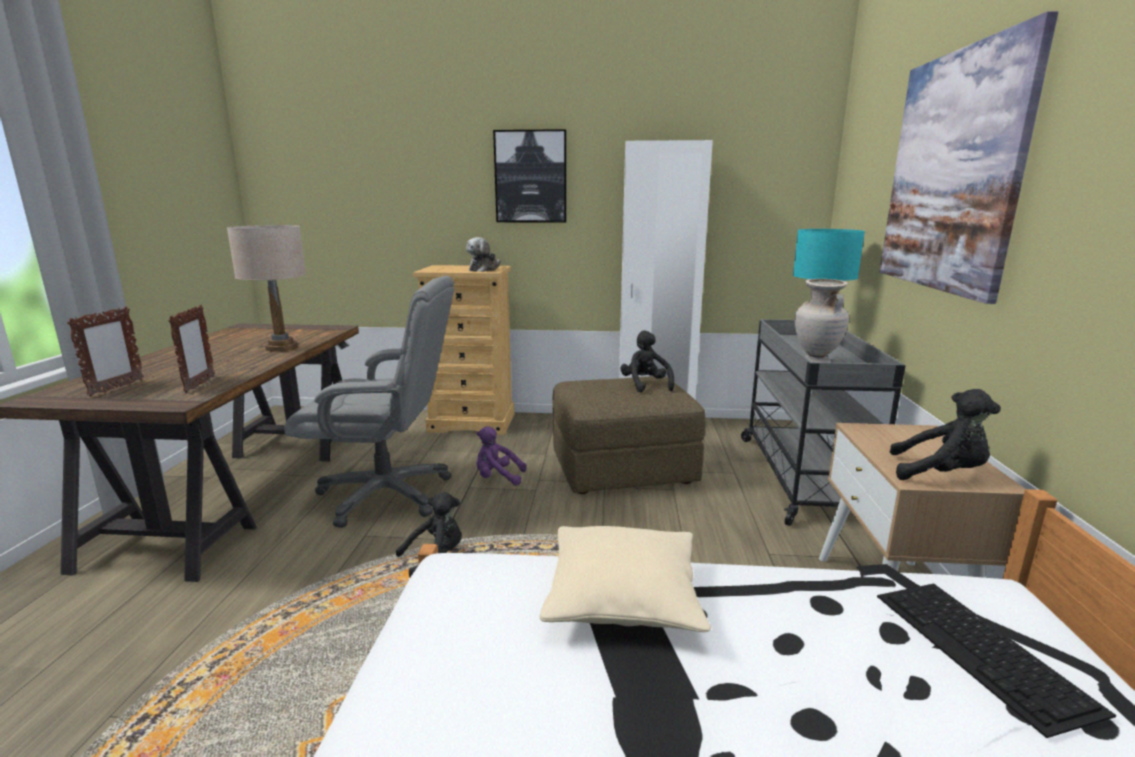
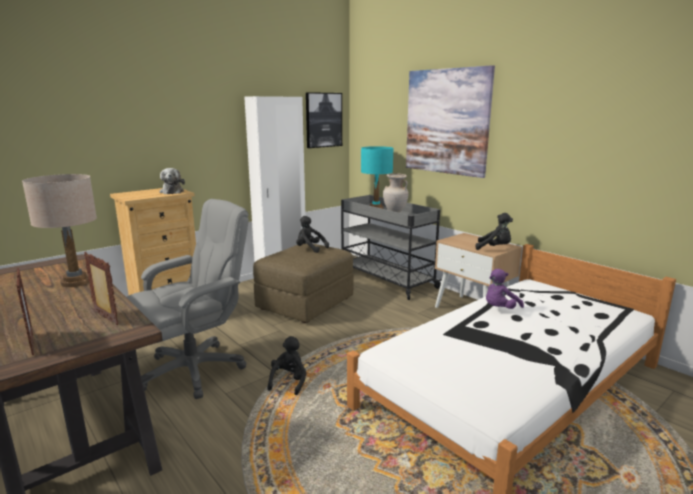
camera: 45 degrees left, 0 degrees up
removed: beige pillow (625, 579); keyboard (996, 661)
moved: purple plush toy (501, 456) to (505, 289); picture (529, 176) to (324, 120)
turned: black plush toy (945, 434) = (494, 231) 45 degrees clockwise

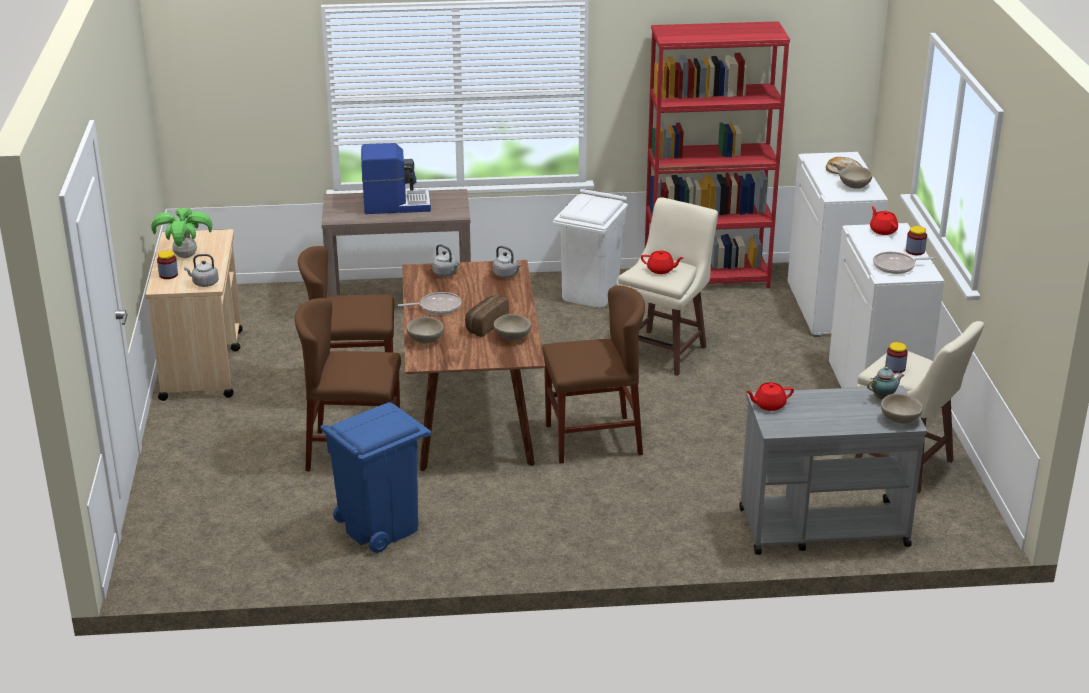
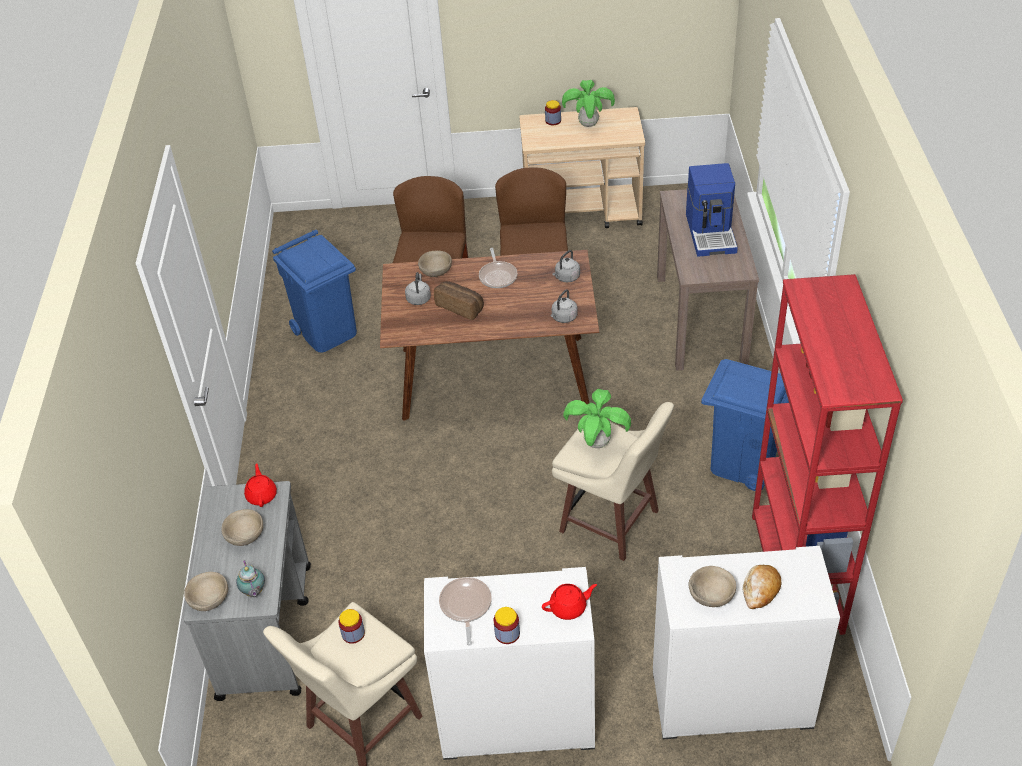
camera: 95 degrees right, 15 degrees up
removed: brown chair (593, 374)
moved: grey kettle (201, 270) to (418, 288); beige bowl (512, 327) to (242, 527)
replaced: red teapot (662, 262) to potted plant (597, 418)
recoloured: white trash can (590, 248) to blue trash can (745, 425)

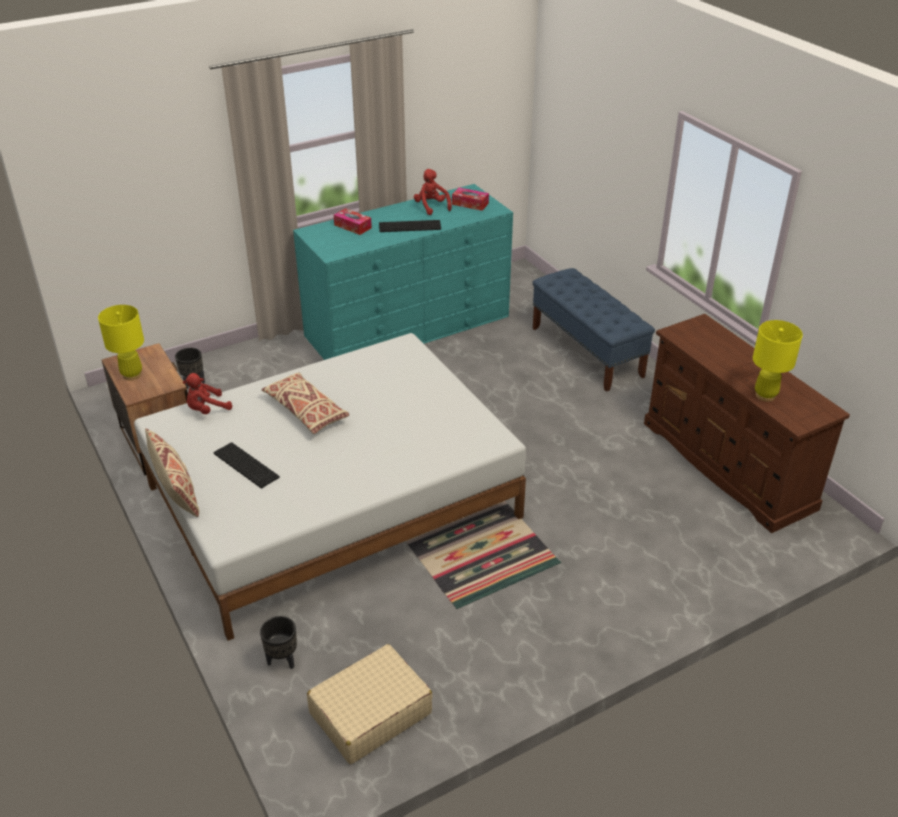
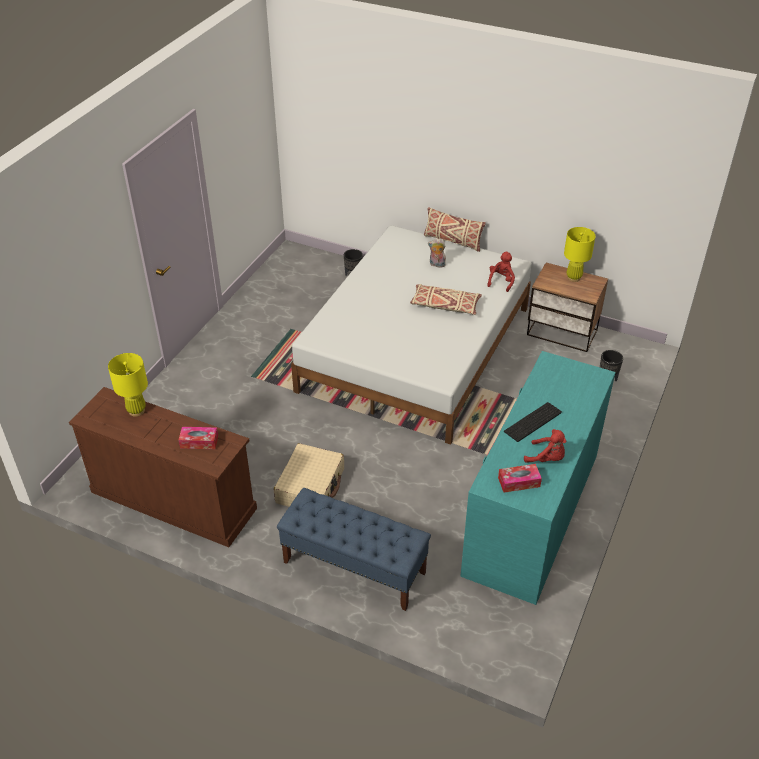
camera: 145 degrees right, 5 degrees up
moved: beige suitcase (369, 704) to (309, 475); tissue box (353, 221) to (198, 438)
replaced: keyboard (247, 465) to plush toy (437, 253)

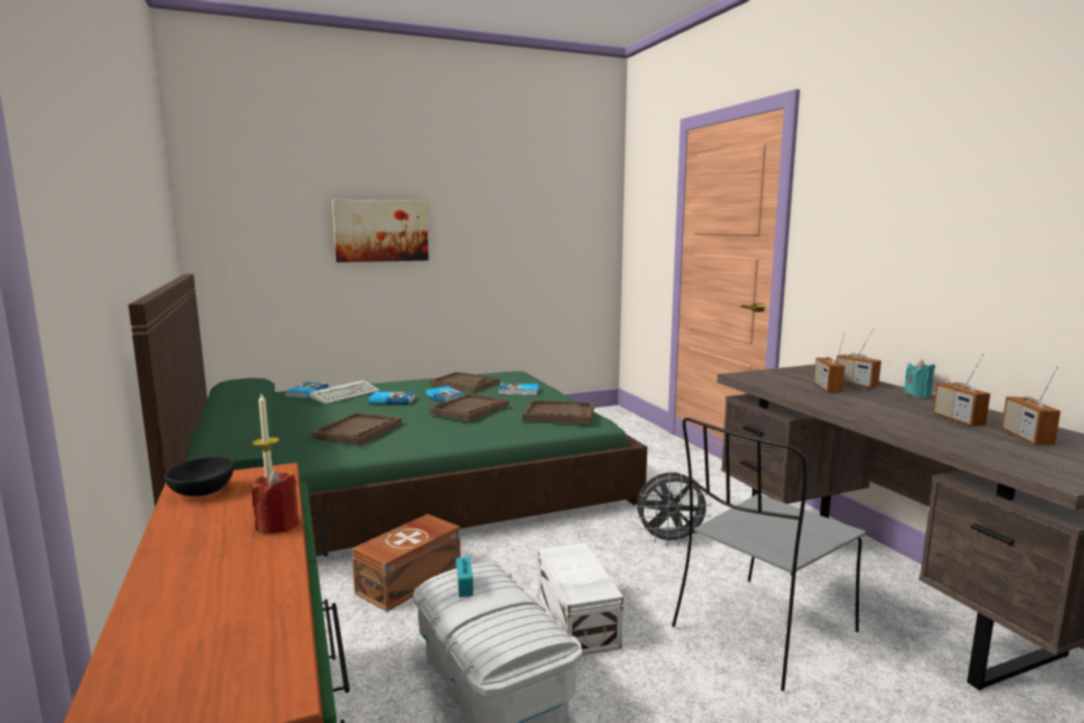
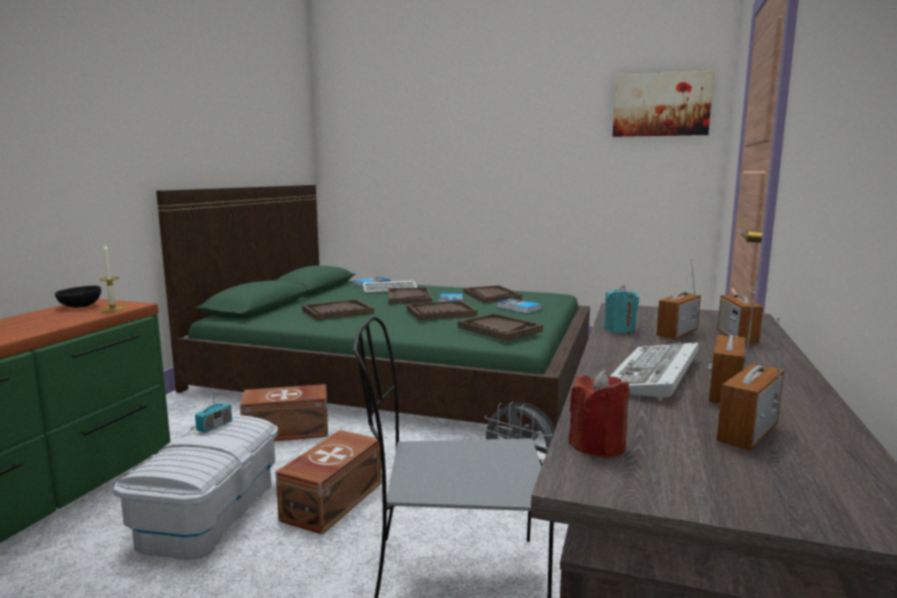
camera: 40 degrees right, 0 degrees up
added: keyboard (654, 371)
moved: red candle (275, 502) to (599, 414); picture (380, 231) to (663, 104); turquoise candle (919, 379) to (621, 309)
replaced: book (392, 398) to brown tray (410, 295)
recoloured: white storage box (580, 599) to brown storage box (328, 482)

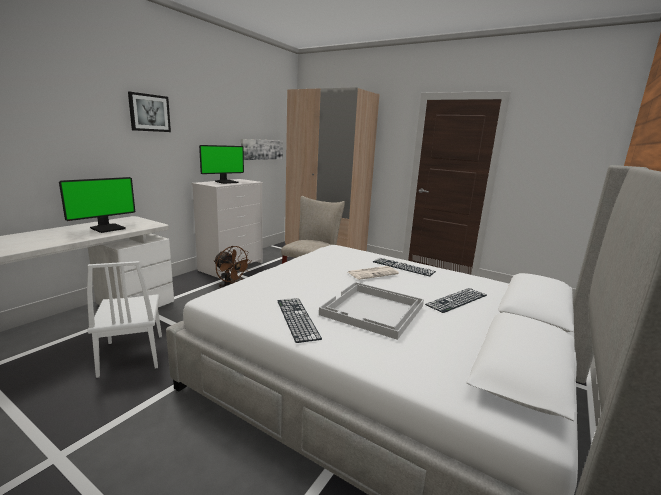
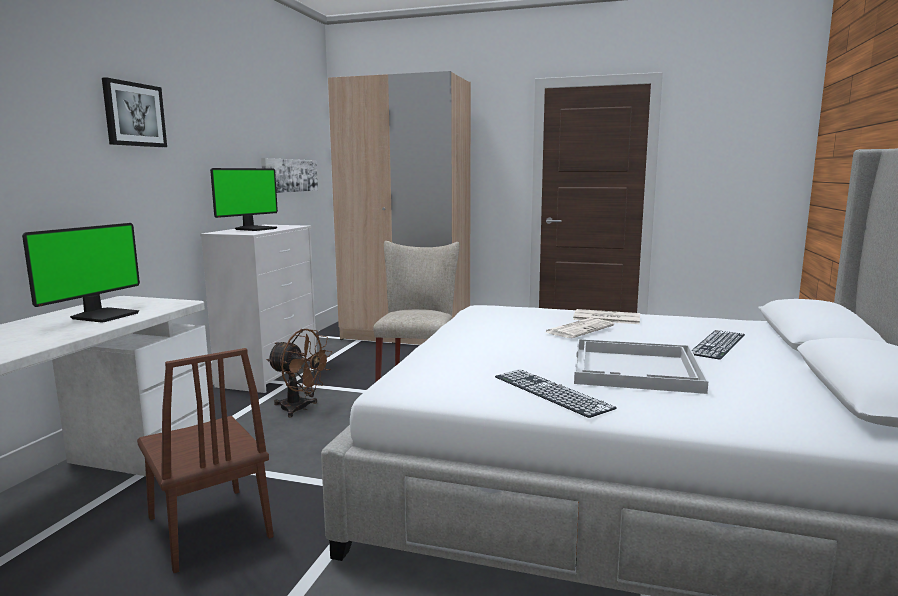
camera: 15 degrees left, 5 degrees down
replaced: keyboard (404, 267) to newspaper (606, 316)
recoloured: white chair (124, 319) to brown chair (205, 460)

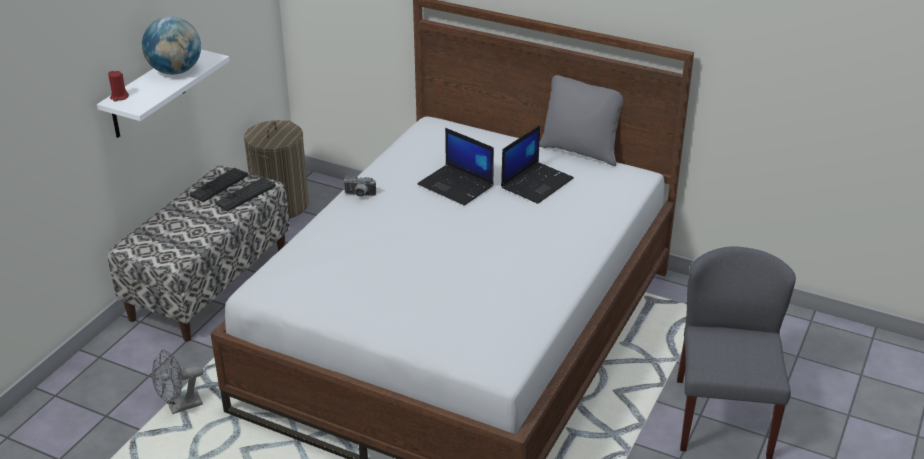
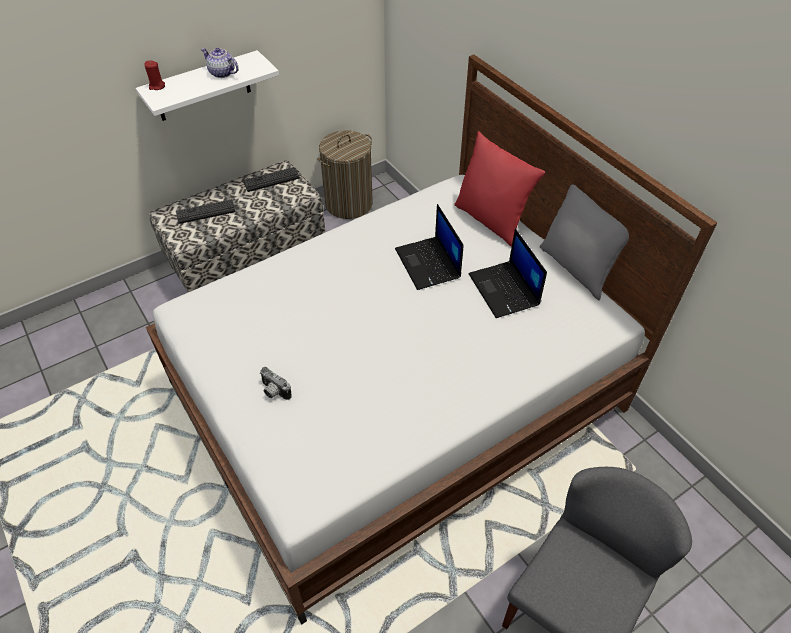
camera: 30 degrees right, 15 degrees up
removed: grey fan (177, 381)
added: red pillow (500, 189)
moved: keyboard (245, 194) to (206, 211); photo camera (359, 186) to (276, 383)
replaced: globe (171, 45) to teapot (220, 63)
turned: laptop (537, 164) = (508, 273) 90 degrees clockwise

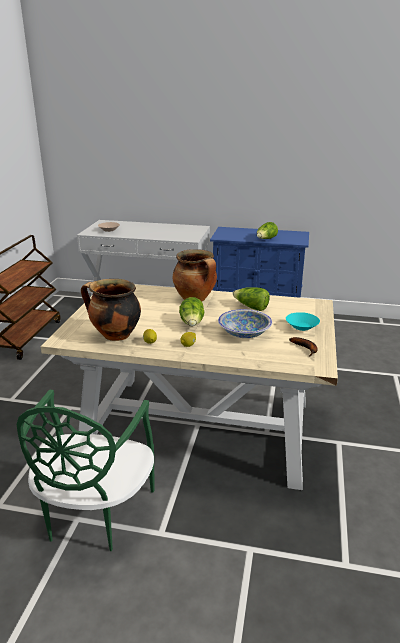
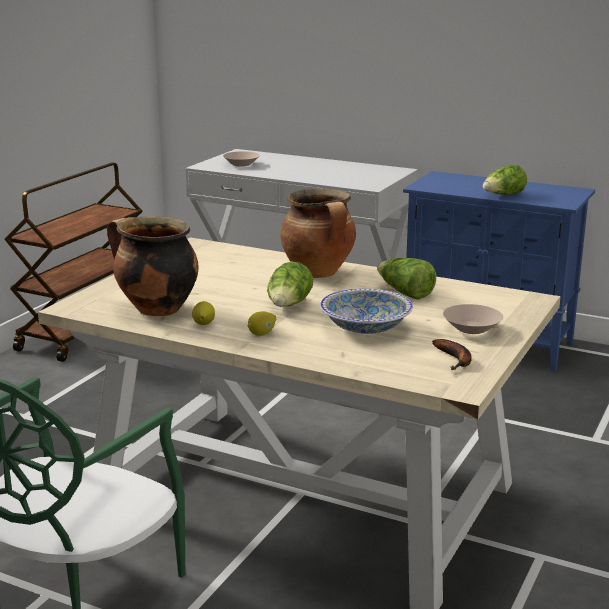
camera: 15 degrees right, 5 degrees down
recoloured: turquoise bowl (303, 321) to beige bowl (473, 319)

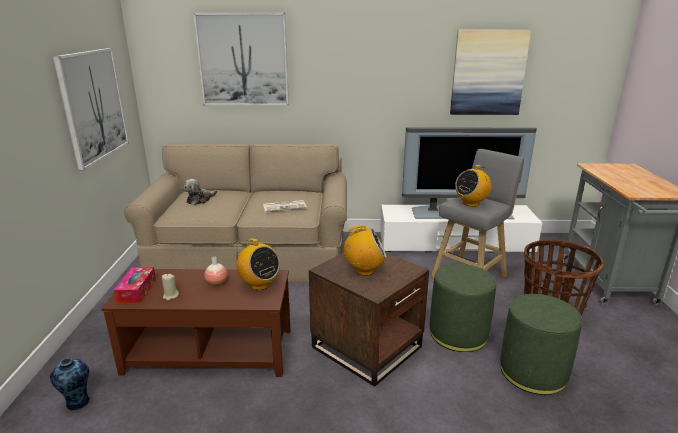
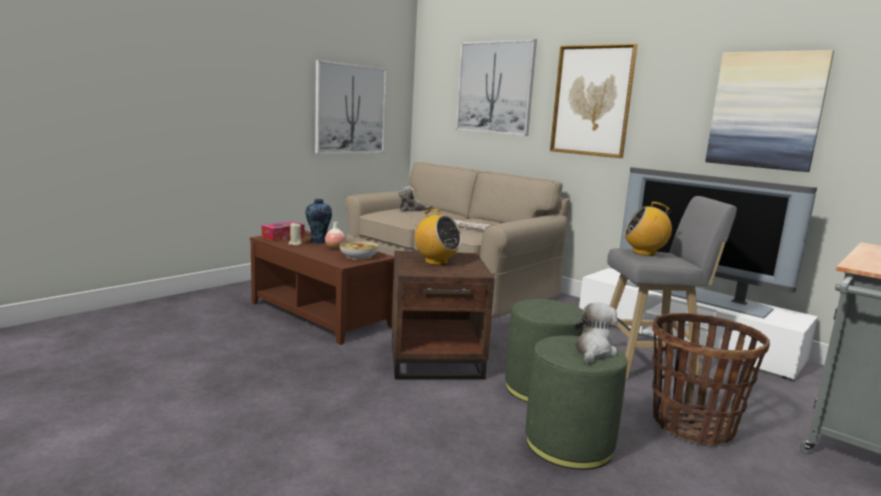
camera: 40 degrees right, 10 degrees down
added: picture (594, 100); plush toy (595, 332)
moved: vase (70, 384) to (318, 221)
replaced: radio (257, 264) to bowl (359, 250)

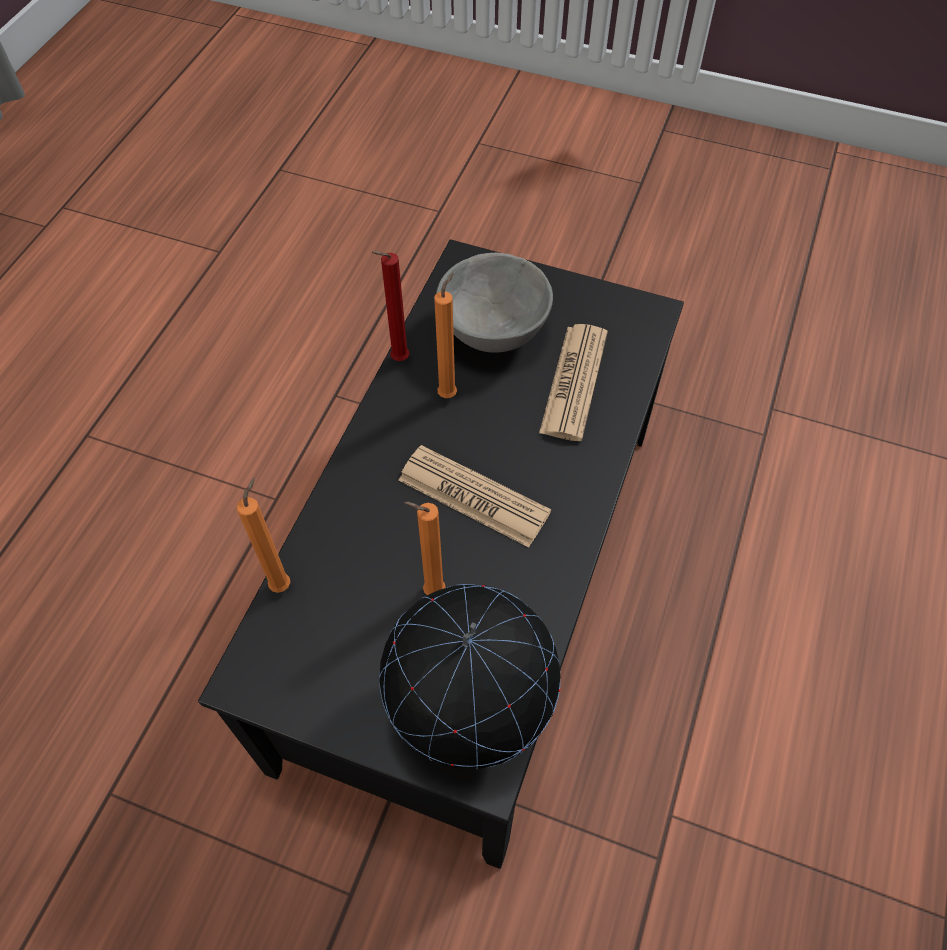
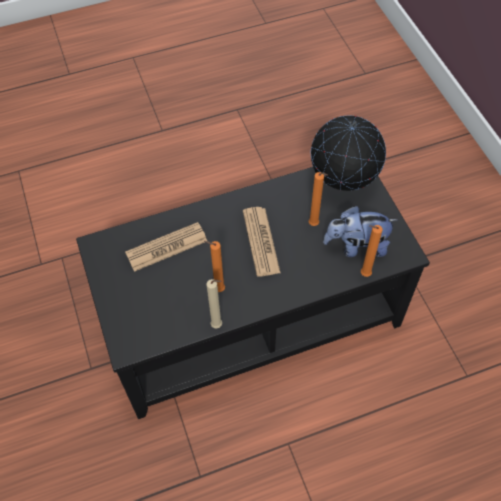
camera: 130 degrees left, 0 degrees up
removed: grey bowl (494, 302)
added: plush toy (360, 231)
recoloured: red candle (390, 306) to beige candle (214, 303)

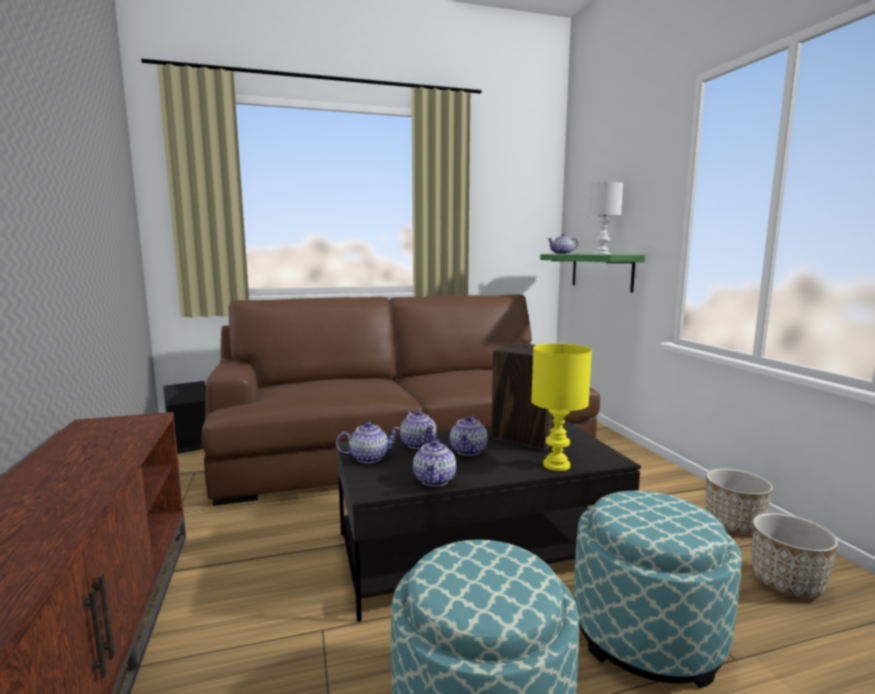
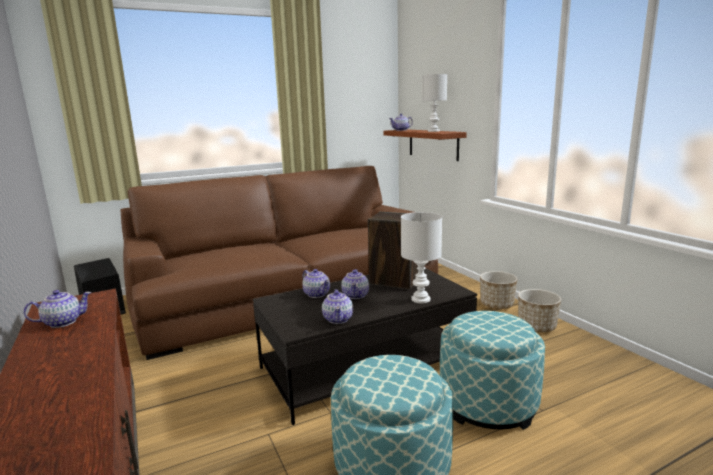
camera: 10 degrees left, 5 degrees up
moved: teapot (368, 442) to (58, 309); planter (794, 555) to (498, 290)
recoloured: yellow table lamp (561, 407) to white table lamp (421, 257); green shelf (592, 273) to brown shelf (425, 145)

